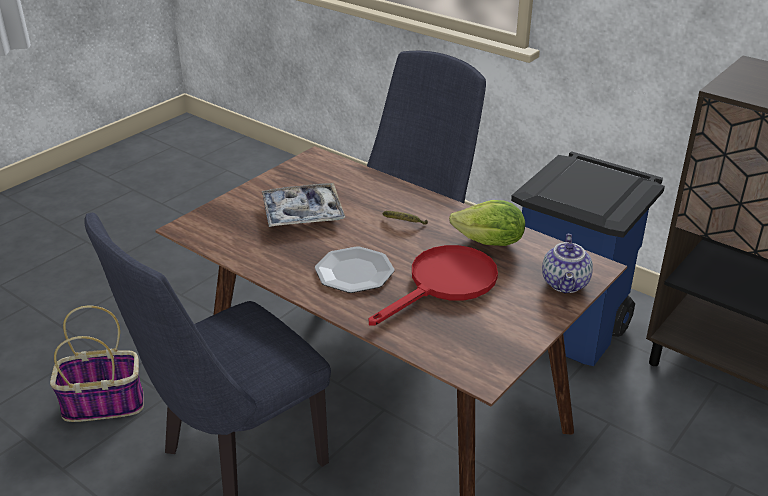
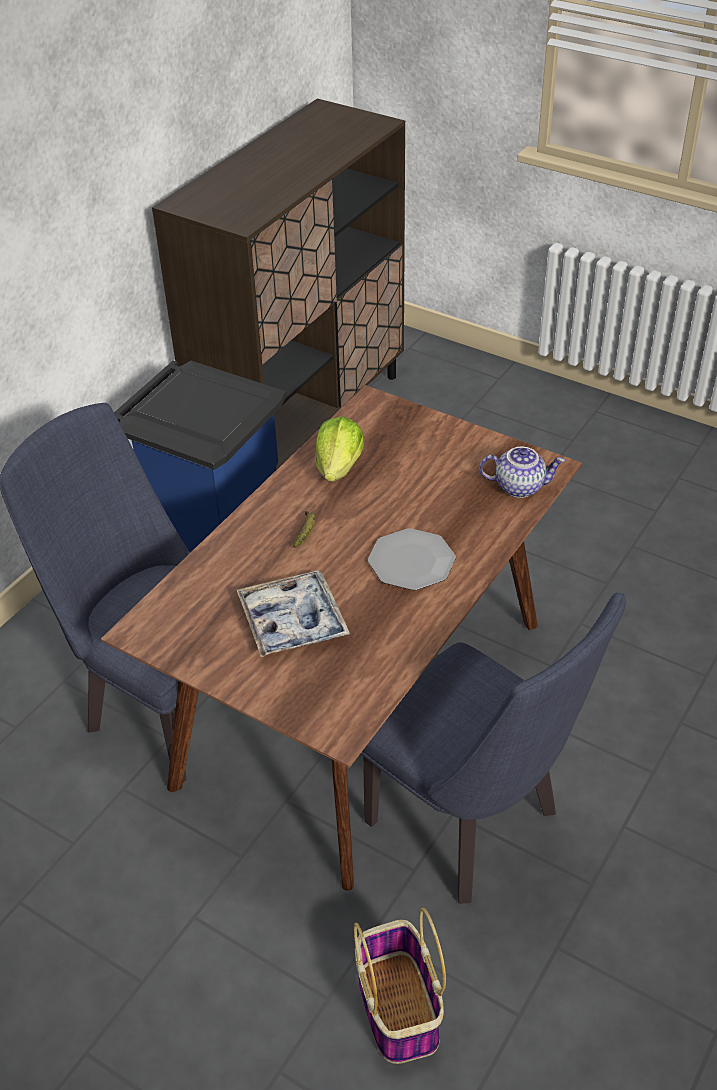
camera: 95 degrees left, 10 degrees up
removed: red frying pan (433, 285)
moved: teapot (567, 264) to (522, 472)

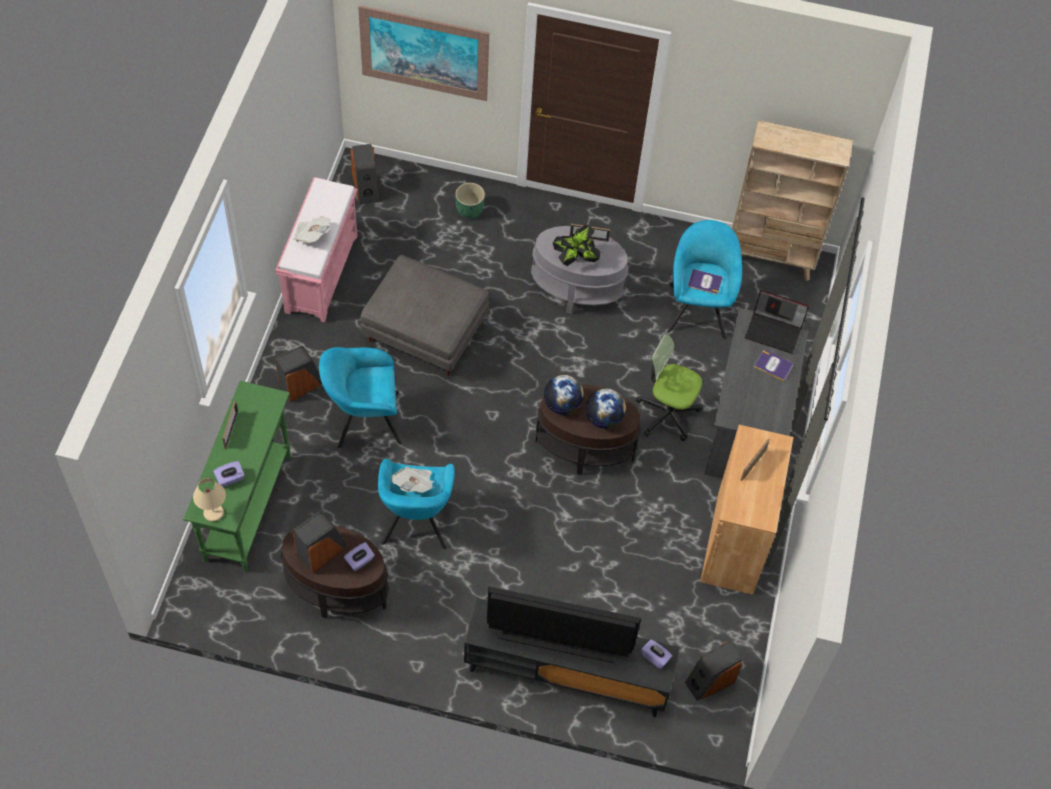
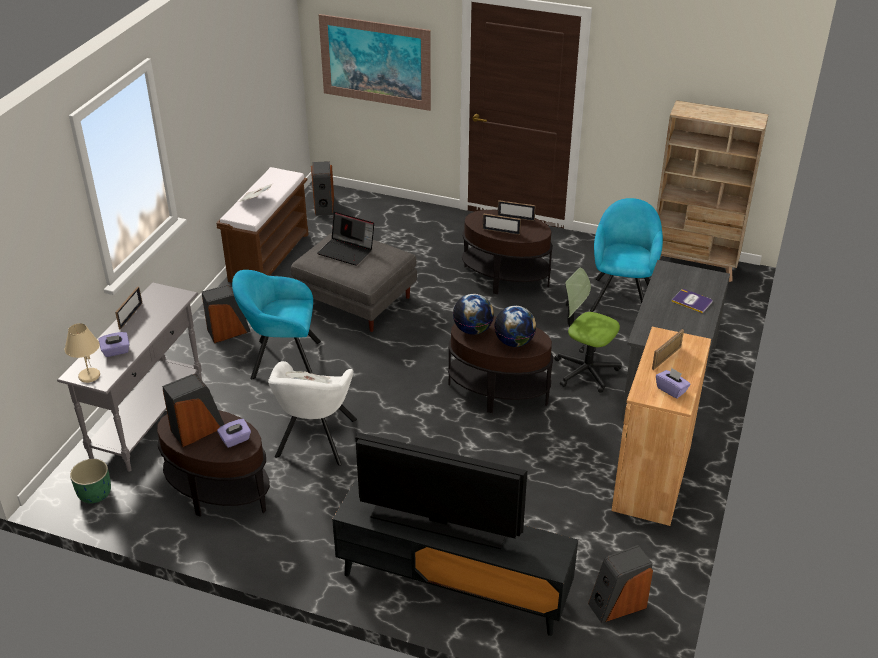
camera: 10 degrees right, 20 degrees down
removed: book (705, 281)
moved: green planter (470, 201) to (90, 481); purple tissue box (656, 654) to (673, 383); laptop (777, 322) to (345, 239)
replaced: potted plant (577, 245) to picture frame (501, 224)
recoloured: green console table (236, 476) to grey console table (129, 377); pink bench (316, 250) to brown bench (263, 225); turquoise armchair (416, 504) to white armchair (312, 413); grey side table (579, 270) to brown side table (507, 252)

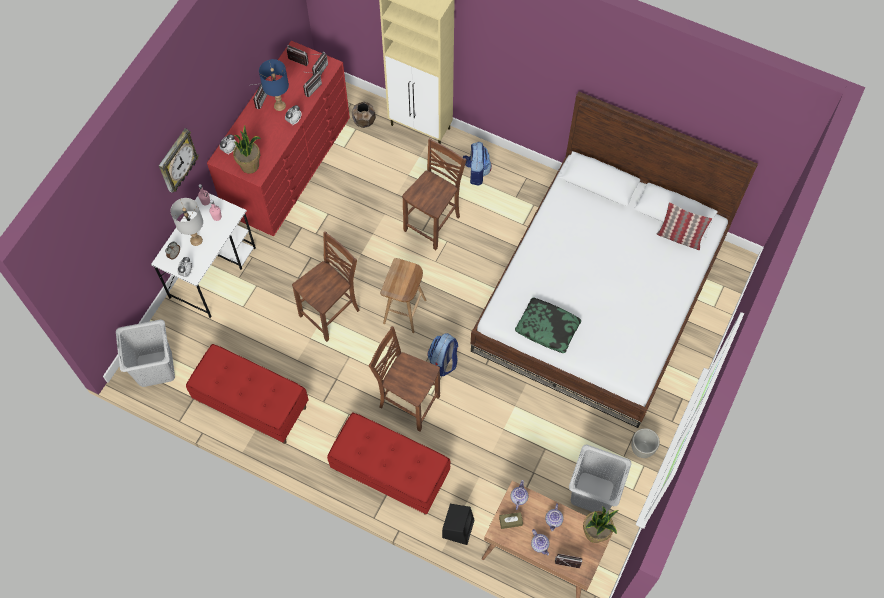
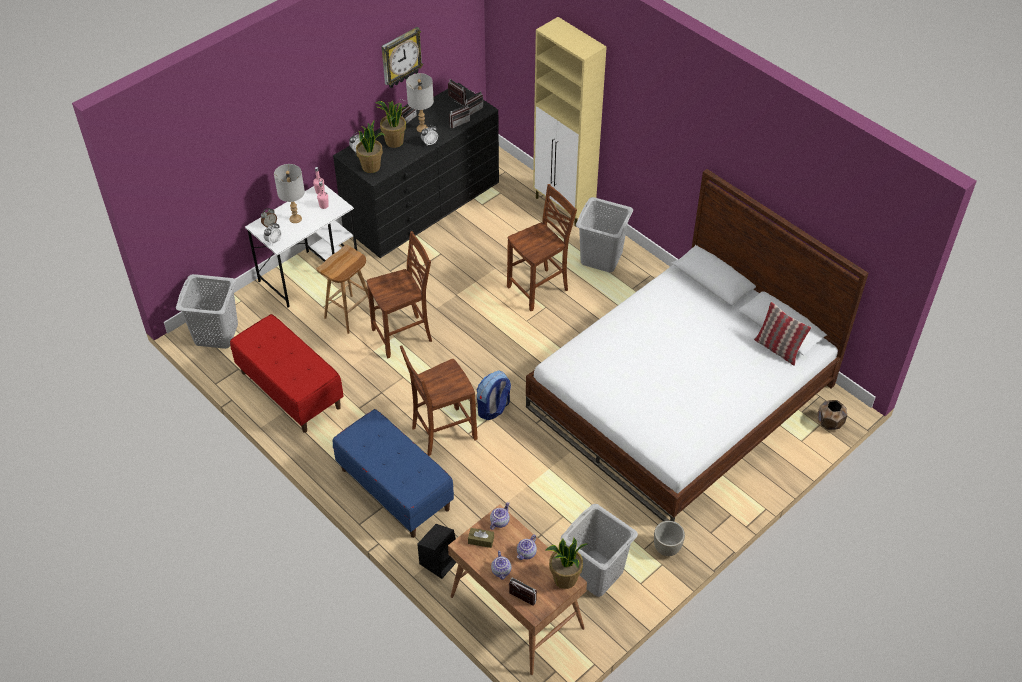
camera: 20 degrees right, 15 degrees down
removed: pillow (548, 325)
added: potted plant (390, 124)
moved: wall clock (179, 160) to (402, 57); brown planter (364, 115) to (832, 415); brown stool (403, 295) to (346, 289)
replaced: backpack (477, 164) to grey laundry basket (604, 234)
recoloured: red dresser (278, 139) to black dresser (416, 170); blue table lamp (274, 85) to grey table lamp (420, 103); red bench (389, 463) to blue bench (393, 473)
turned: brown chair (404, 379) = (438, 401) 75 degrees counterclockwise

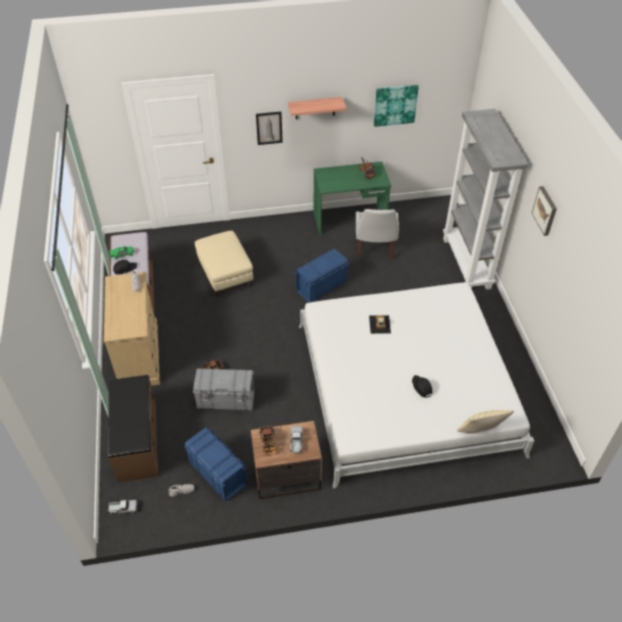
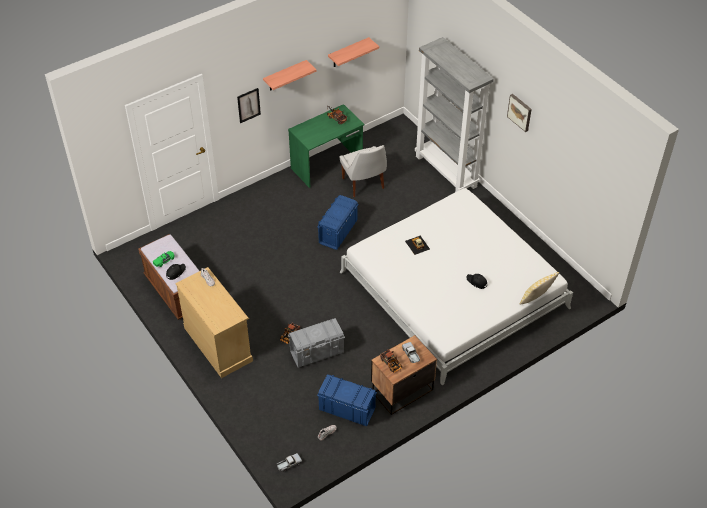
camera: 25 degrees left, 0 degrees up
removed: brown bench (133, 428); beige ottoman (224, 264)
replaced: picture (396, 106) to shelf (353, 52)

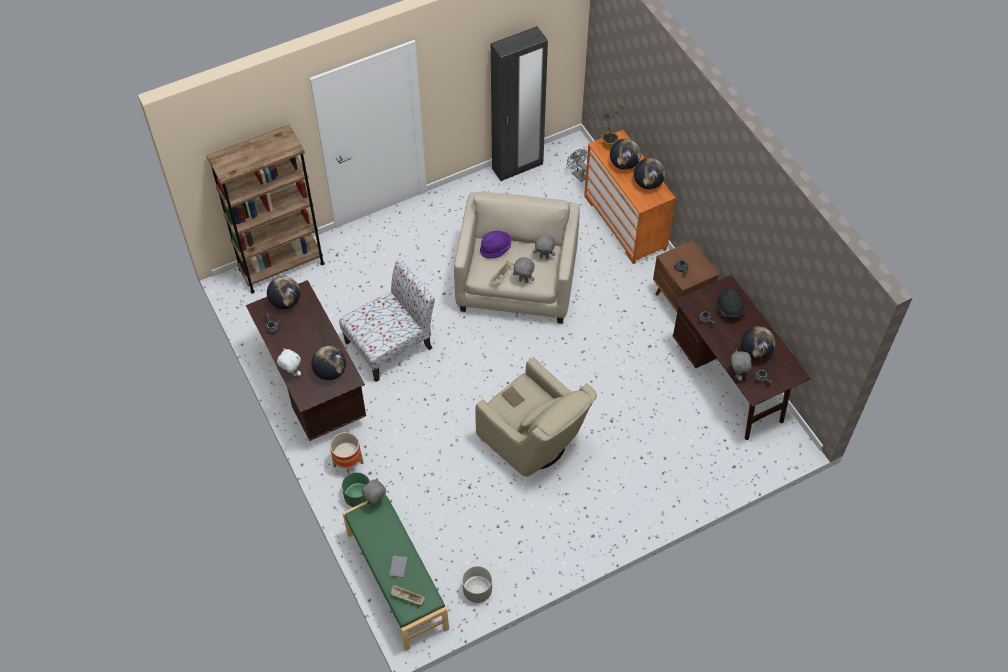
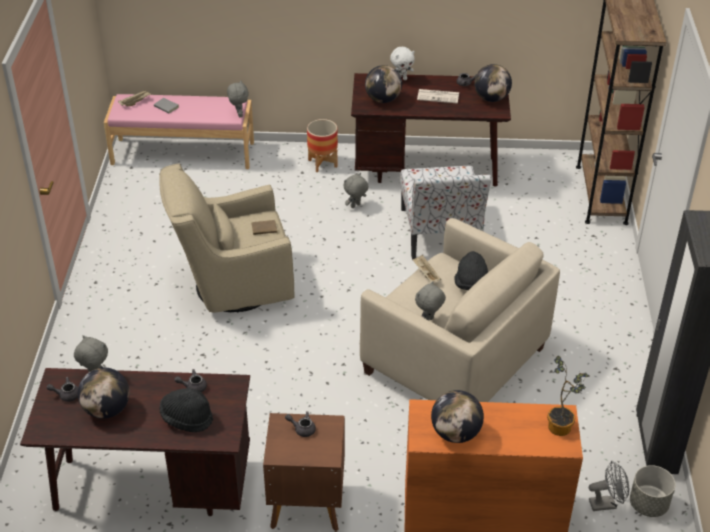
camera: 120 degrees right, 15 degrees down
removed: green planter (356, 489); globe (625, 154)
added: newspaper (438, 96)
moved: grey planter (477, 584) to (652, 491); grey plush toy (523, 270) to (356, 190)
recoloured: green bench (395, 572) to pink bench (179, 131); purple hat (495, 245) to black hat (471, 270)

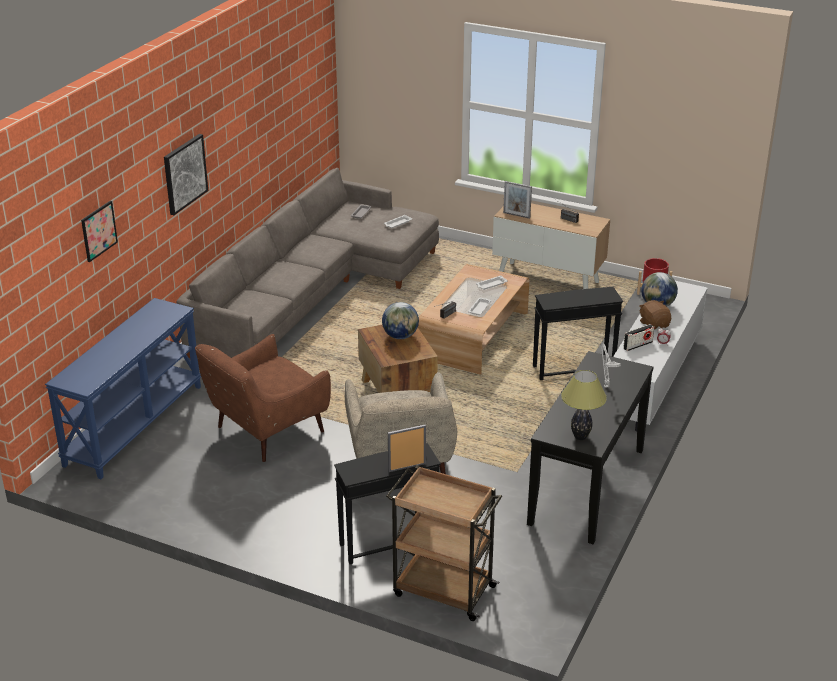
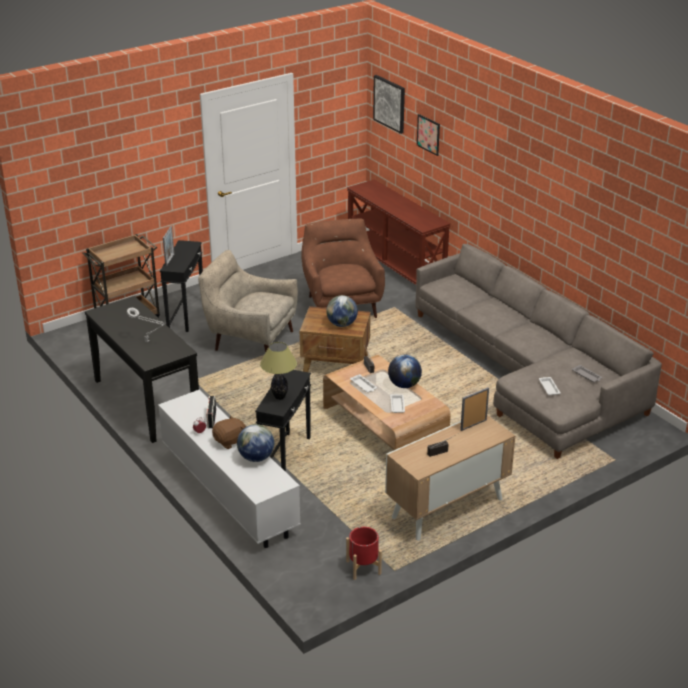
camera: 120 degrees right, 0 degrees up
added: globe (405, 371)
moved: picture (186, 174) to (389, 104); table lamp (584, 405) to (278, 371)
recoloured: blue console table (123, 388) to brown console table (399, 232)
turned: brown plush toy (655, 315) = (229, 432) 45 degrees counterclockwise

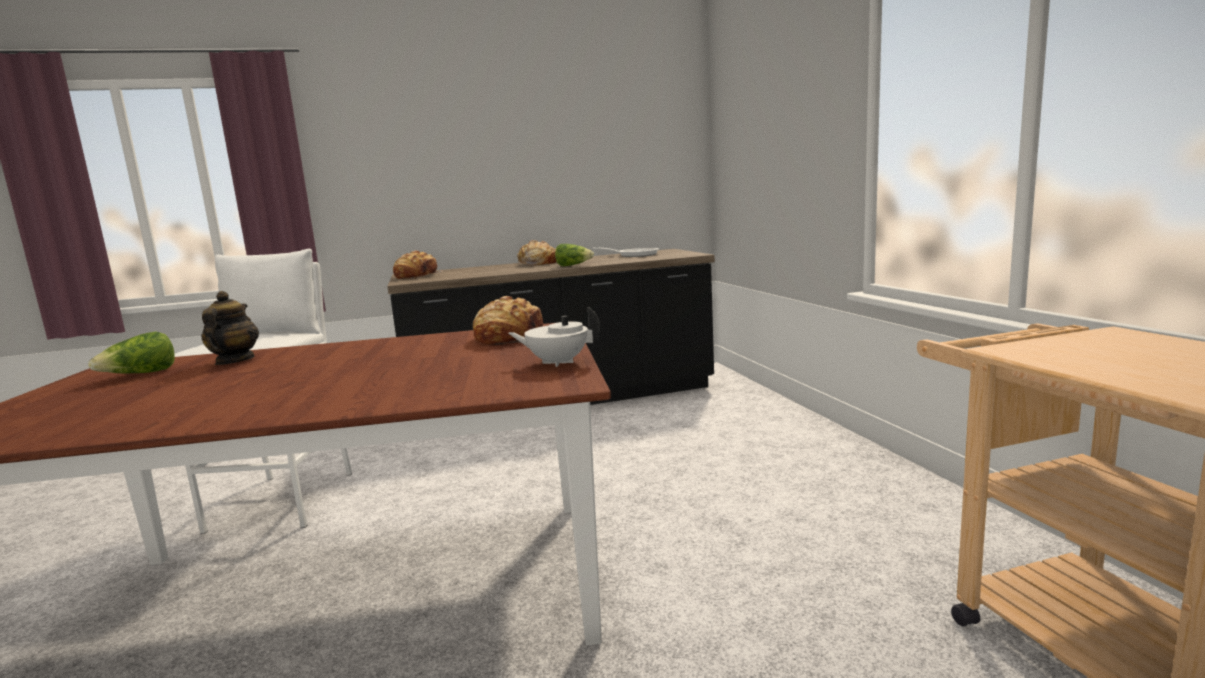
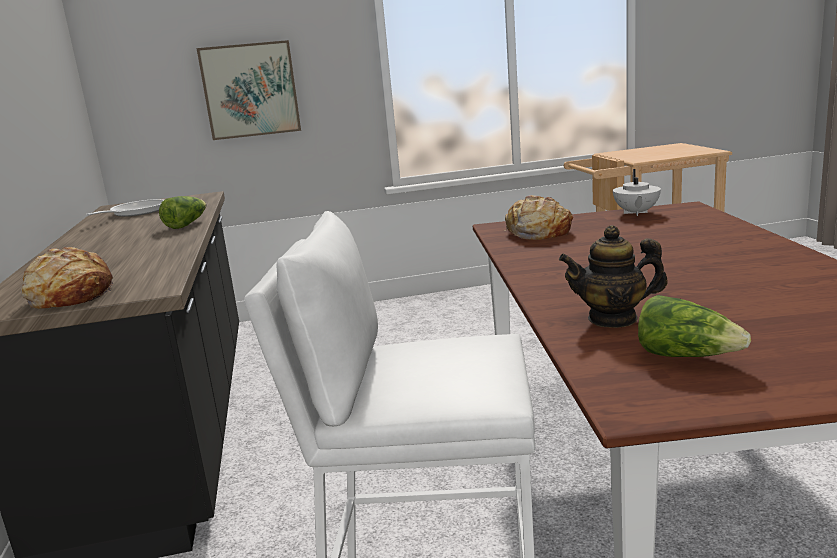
camera: 85 degrees left, 5 degrees up
removed: bread (537, 252)
added: picture (249, 90)

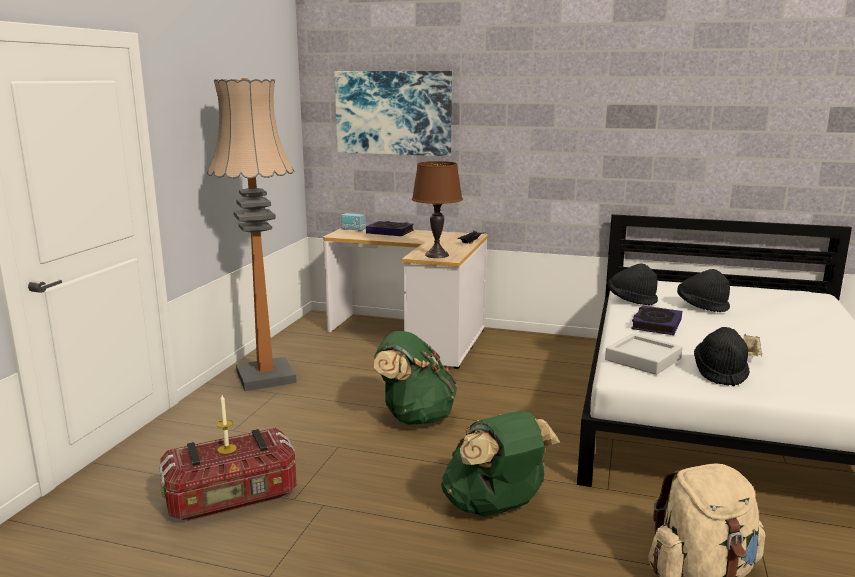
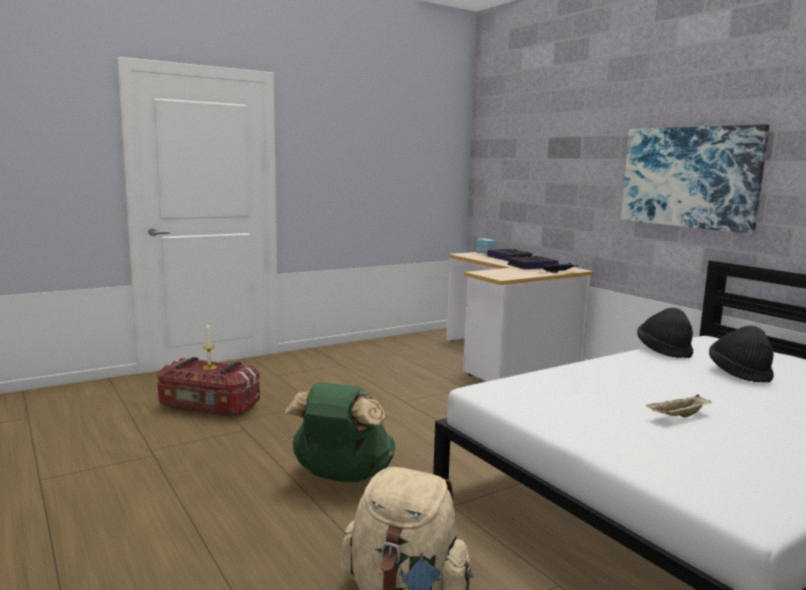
camera: 40 degrees right, 5 degrees down
removed: floor lamp (252, 234); green backpack (415, 378); brown table lamp (437, 209); grey tray (644, 354); black hat (722, 356)
moved: picture (393, 113) to (695, 179); book (656, 320) to (533, 262)

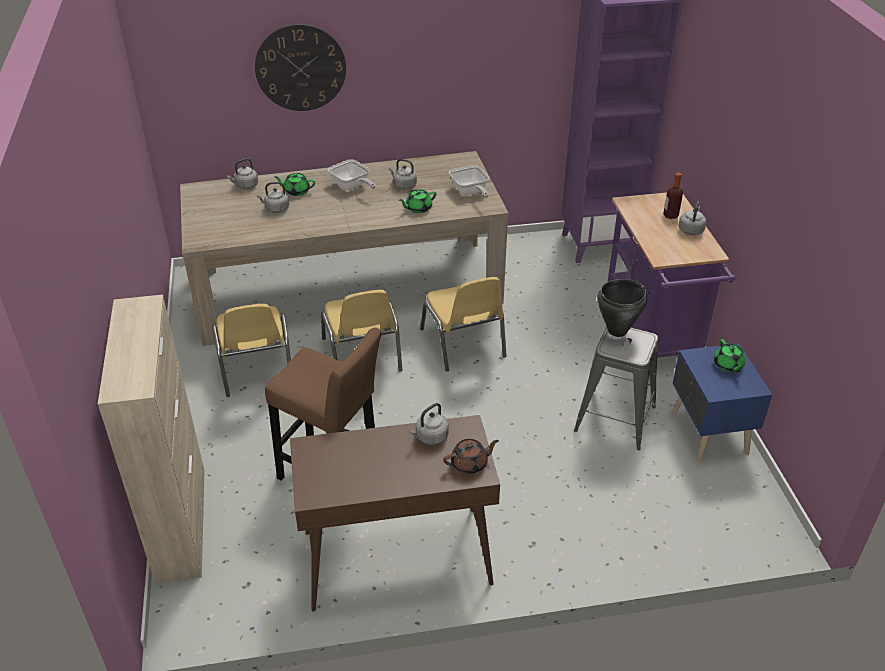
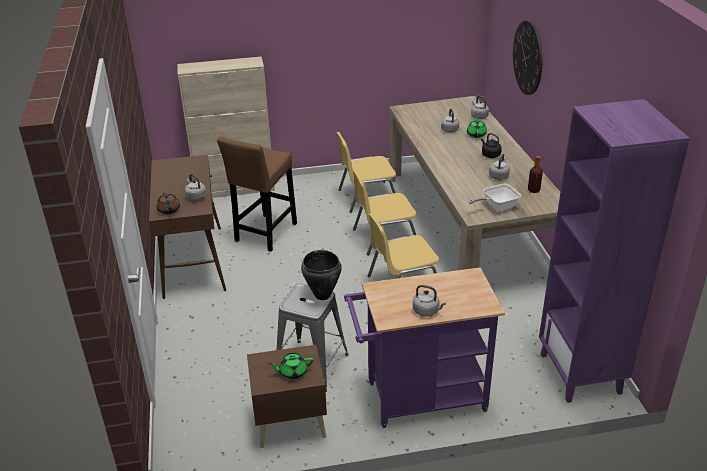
camera: 90 degrees right, 5 degrees down
removed: green teapot (417, 201)
moved: bottle (673, 196) to (535, 174)
replaced: frying pan (352, 174) to black kettle (491, 145)
recoloured: blue nightstand (722, 402) to brown nightstand (287, 396)

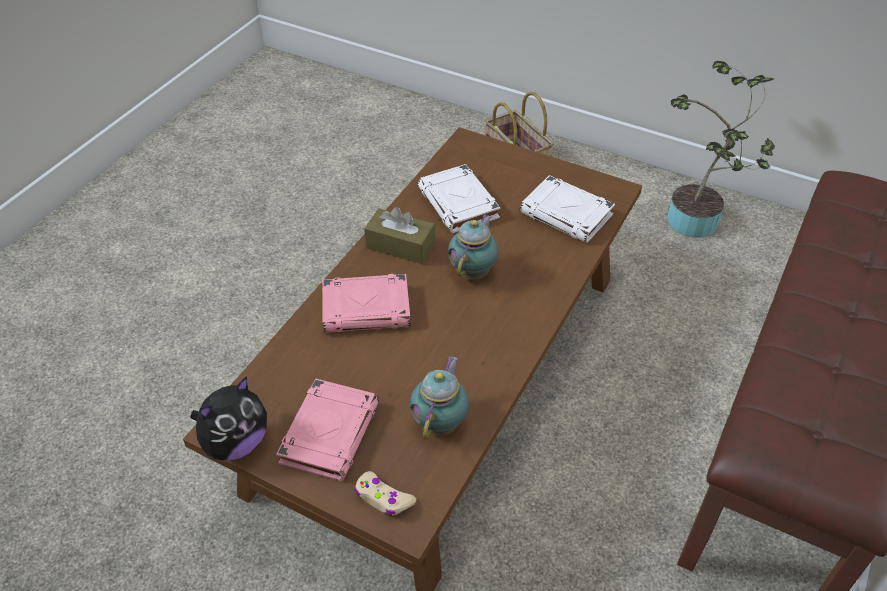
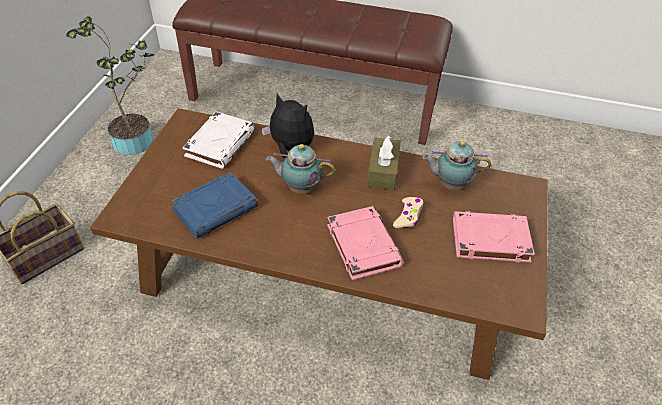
camera: 105 degrees left, 0 degrees up
moved: plush toy (228, 418) to (287, 126); beige game controller (385, 493) to (408, 212); brown tissue box (399, 235) to (384, 163)
recoloured: white book (459, 198) to blue book (214, 205)

